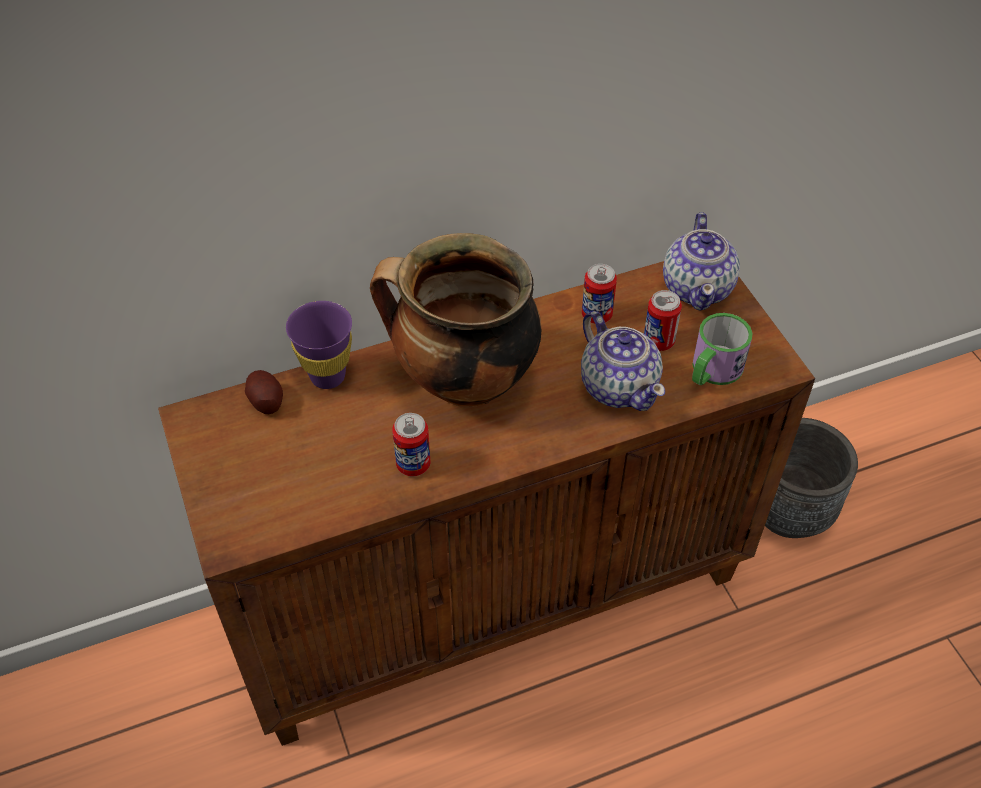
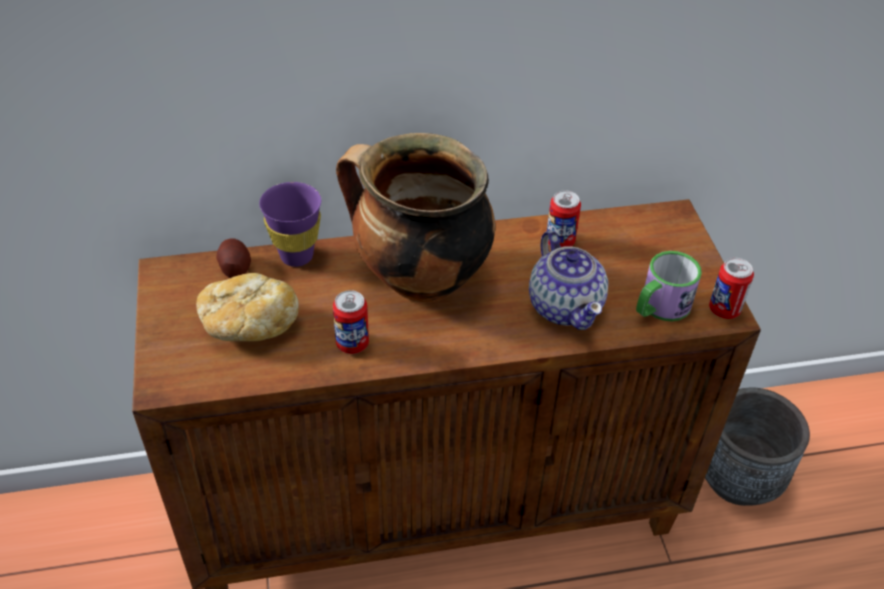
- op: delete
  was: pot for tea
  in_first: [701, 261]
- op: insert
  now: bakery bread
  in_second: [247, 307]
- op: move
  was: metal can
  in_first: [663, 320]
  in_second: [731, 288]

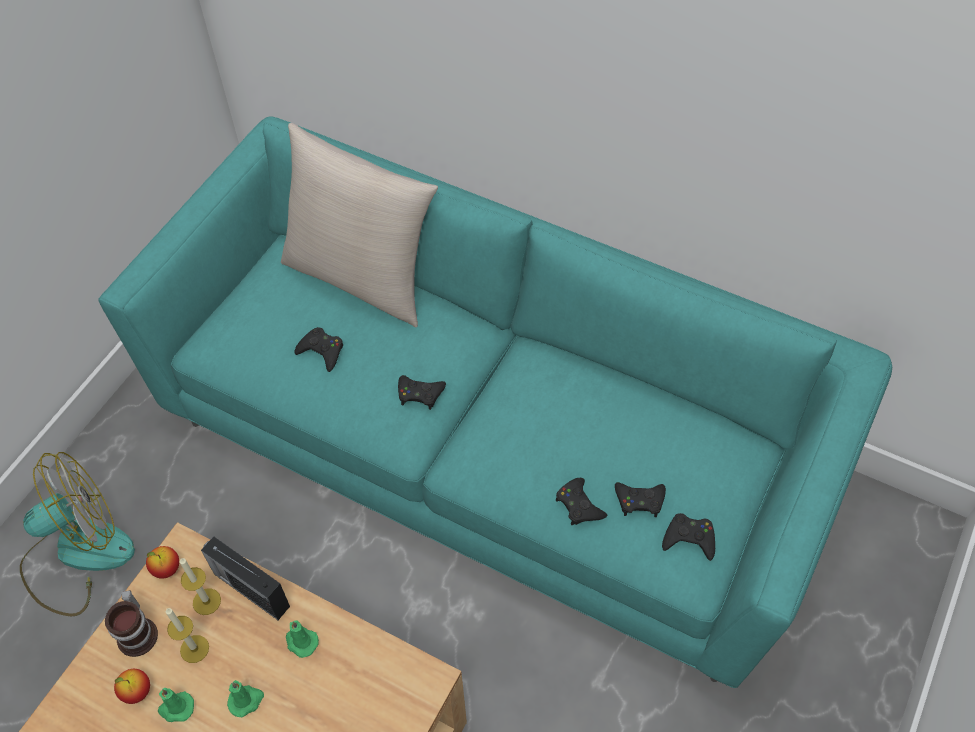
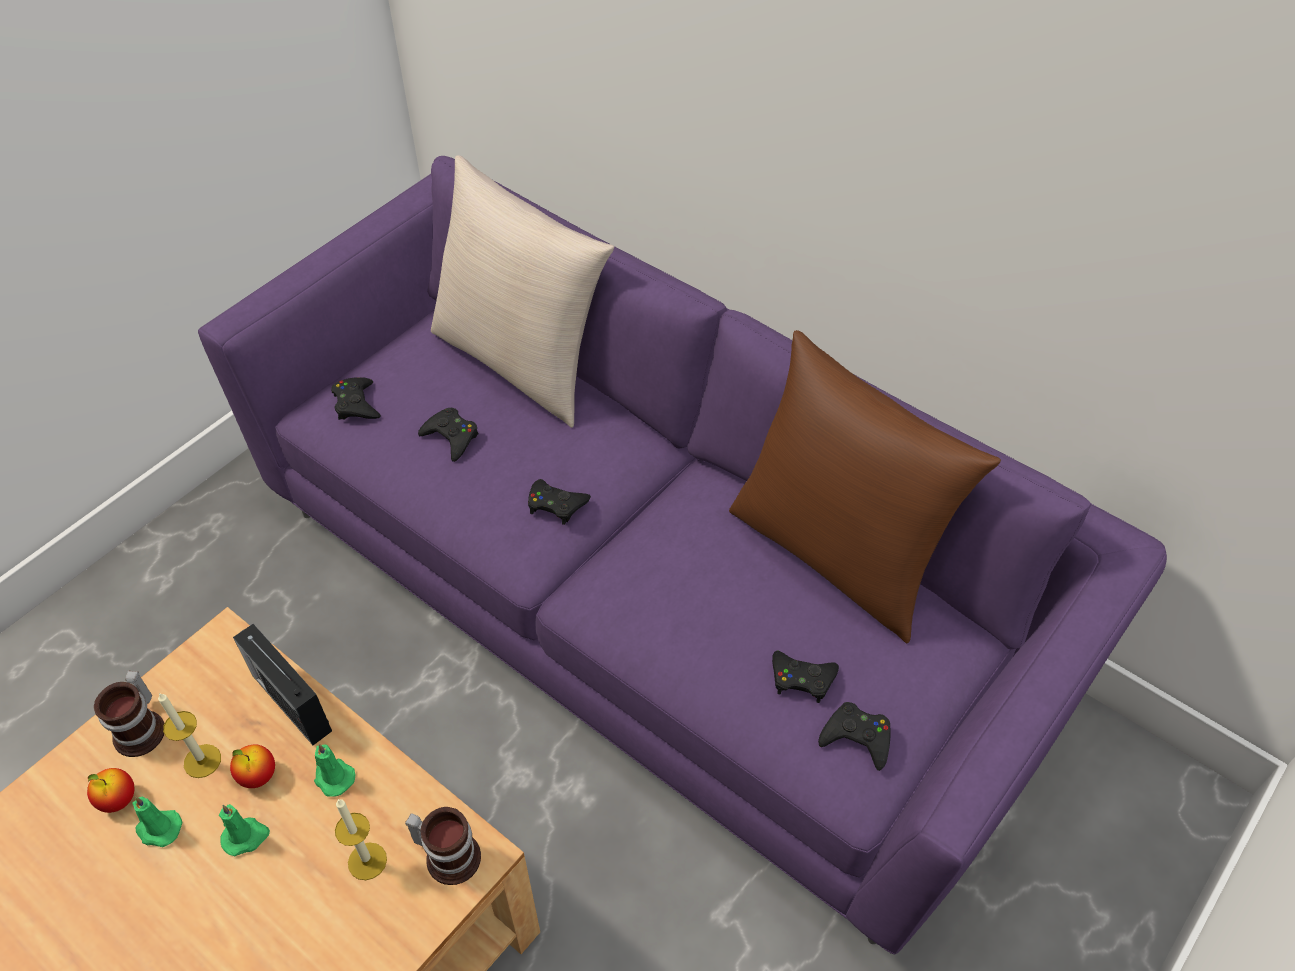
- op: delete
  was: electric fan
  in_first: [77, 534]
- op: insert
  now: tea mug
  in_second: [443, 846]
- op: insert
  now: brown cushion
  in_second: [865, 487]
- op: move
  was: whole apple
  in_first: [162, 562]
  in_second: [252, 766]
- op: move
  was: wax candle
  in_first: [200, 586]
  in_second: [361, 839]
- op: move
  was: blackish gamepad
  in_first: [581, 501]
  in_second: [356, 398]
- op: recolor
  was: turquoise-coloured couch
  now: purple-coloured couch
  in_first: [495, 402]
  in_second: [682, 555]

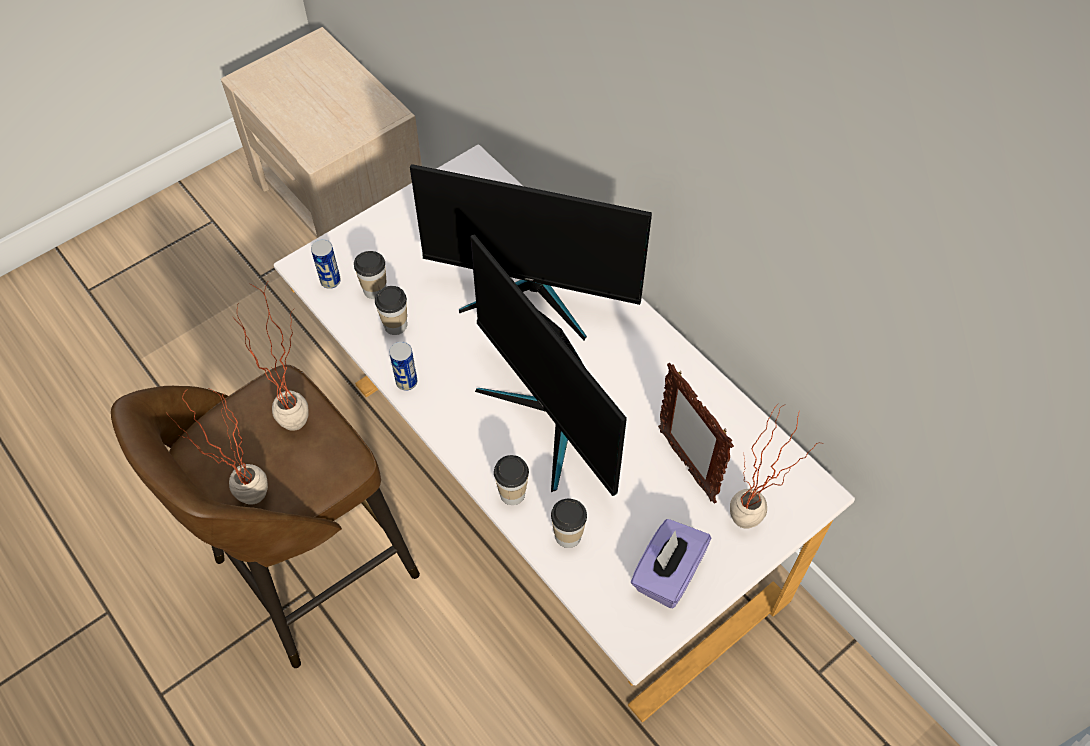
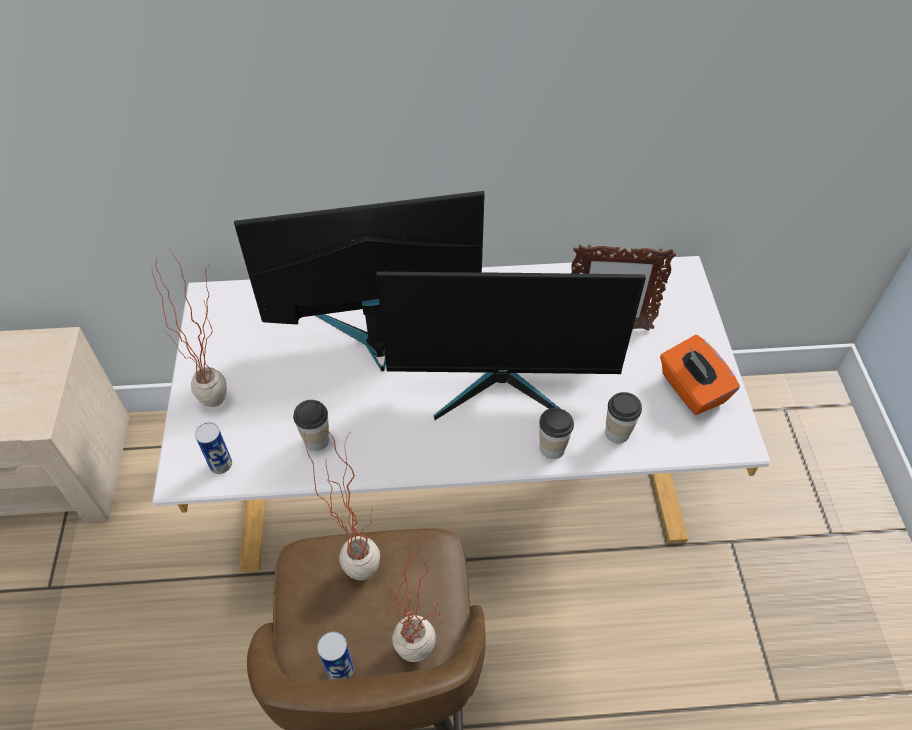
- op: delete
  was: cup
  in_first: [370, 275]
- op: move
  was: metal can
  in_first: [403, 366]
  in_second: [335, 655]
- op: move
  was: plant in a pot
  in_first: [774, 466]
  in_second: [189, 327]
- op: recolor
  was: purple-coloured box of tissues
  now: orange-coloured box of tissues
  in_first: [671, 563]
  in_second: [700, 375]
- op: rotate
  was: monitor
  in_first: [531, 252]
  in_second: [359, 281]
  clockwise: -150

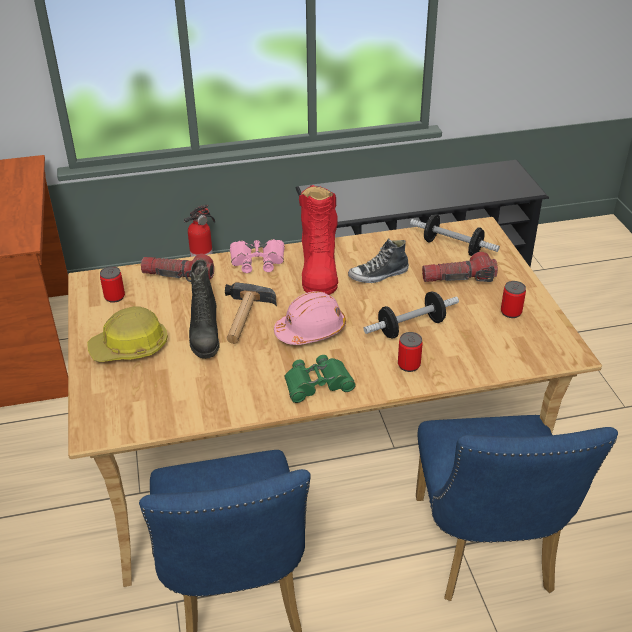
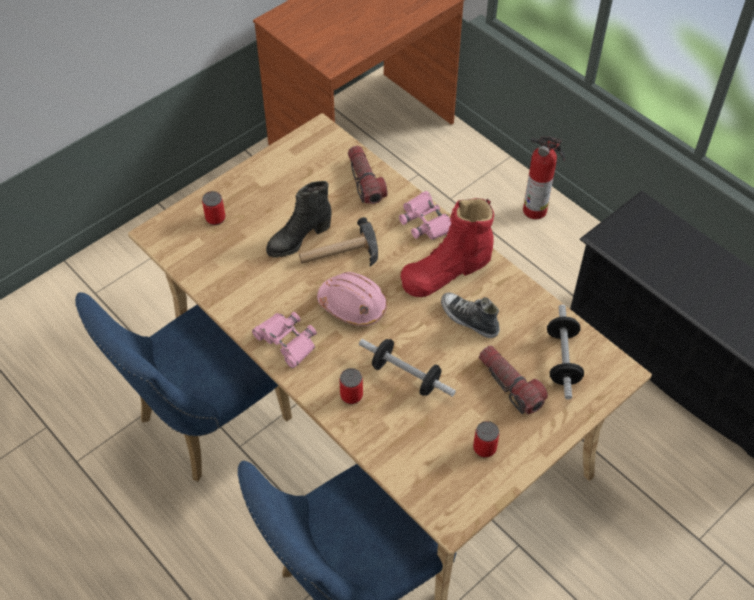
- op: delete
  was: safety helmet
  in_first: [127, 334]
- op: move
  was: metal can
  in_first: [112, 284]
  in_second: [213, 208]
- op: recolor
  was: greenish field glasses
  now: pink-coloured field glasses
  in_first: [320, 379]
  in_second: [284, 340]

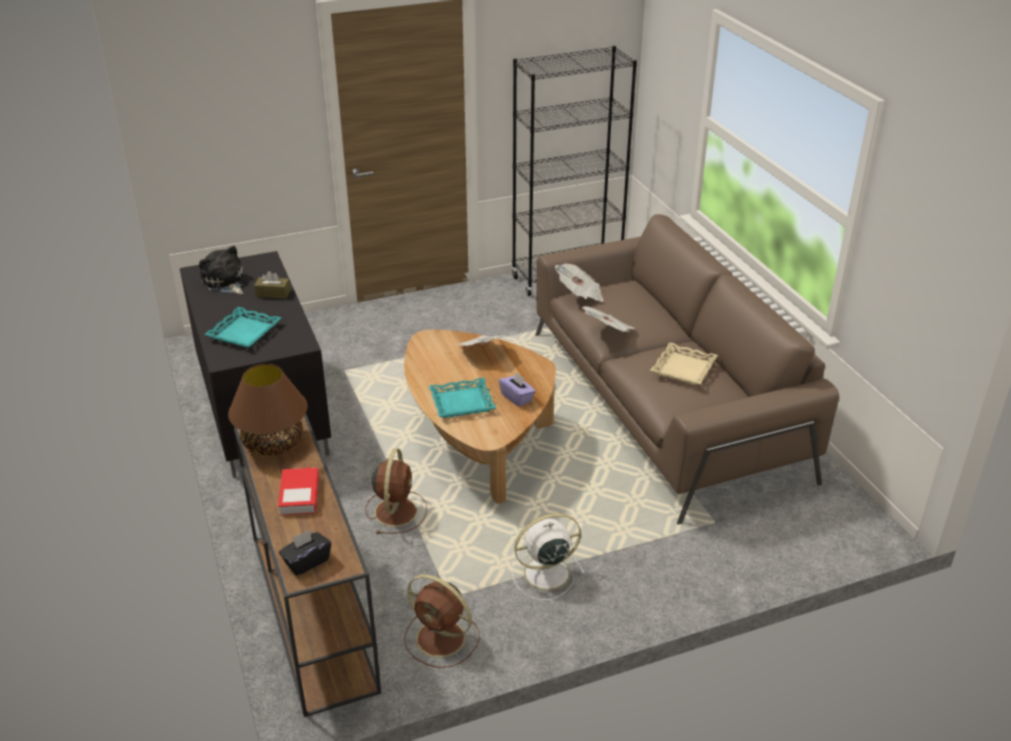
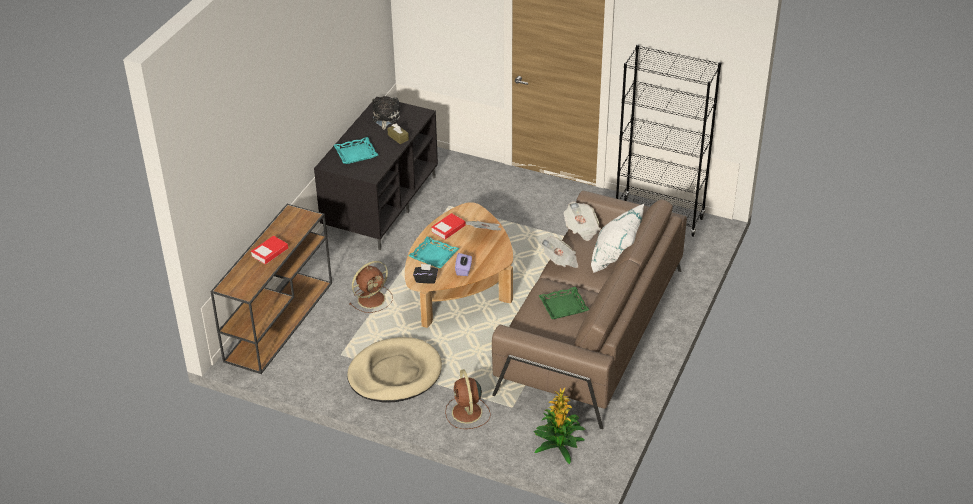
- op: delete
  was: brown tabletop lamp
  in_first: [268, 409]
- op: insert
  now: volume
  in_second: [449, 226]
- op: insert
  now: plant in a pot
  in_second: [560, 425]
- op: insert
  now: whitish cushion
  in_second: [617, 238]
- op: move
  was: blackish box of tissues
  in_first: [305, 553]
  in_second: [425, 274]
- op: move
  was: brown electric fan
  in_first: [442, 621]
  in_second: [468, 399]
- op: replace
  was: whitish electric fan
  now: beige dog cushion
  in_first: [548, 557]
  in_second: [394, 369]
- op: recolor
  was: beige serving tray
  now: greenish serving tray
  in_first: [684, 363]
  in_second: [563, 303]

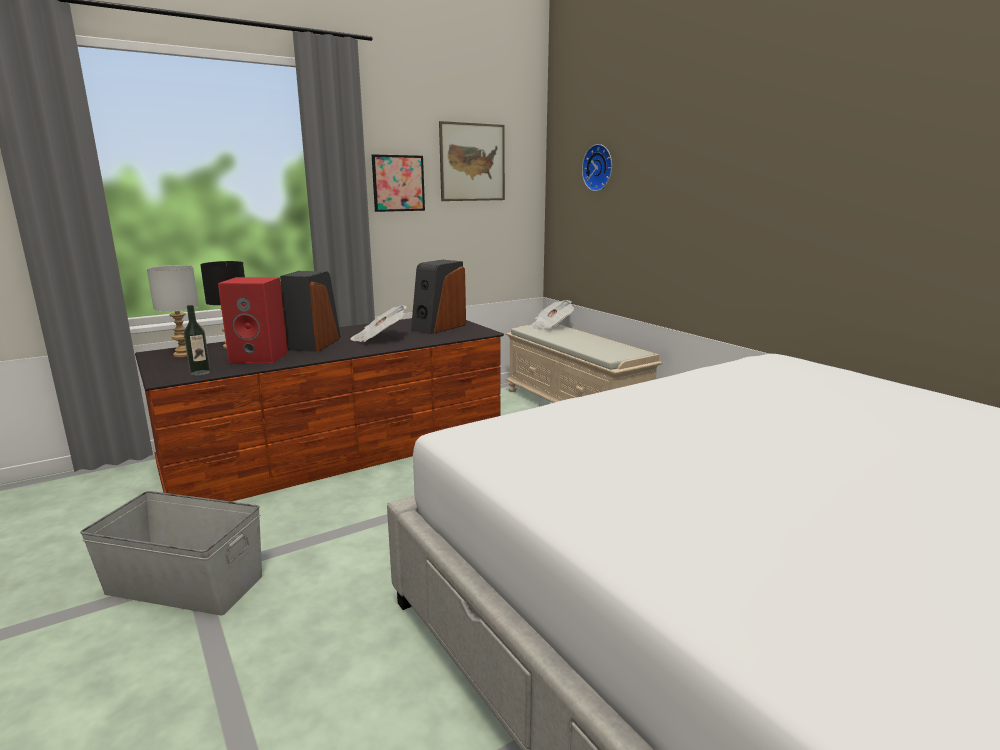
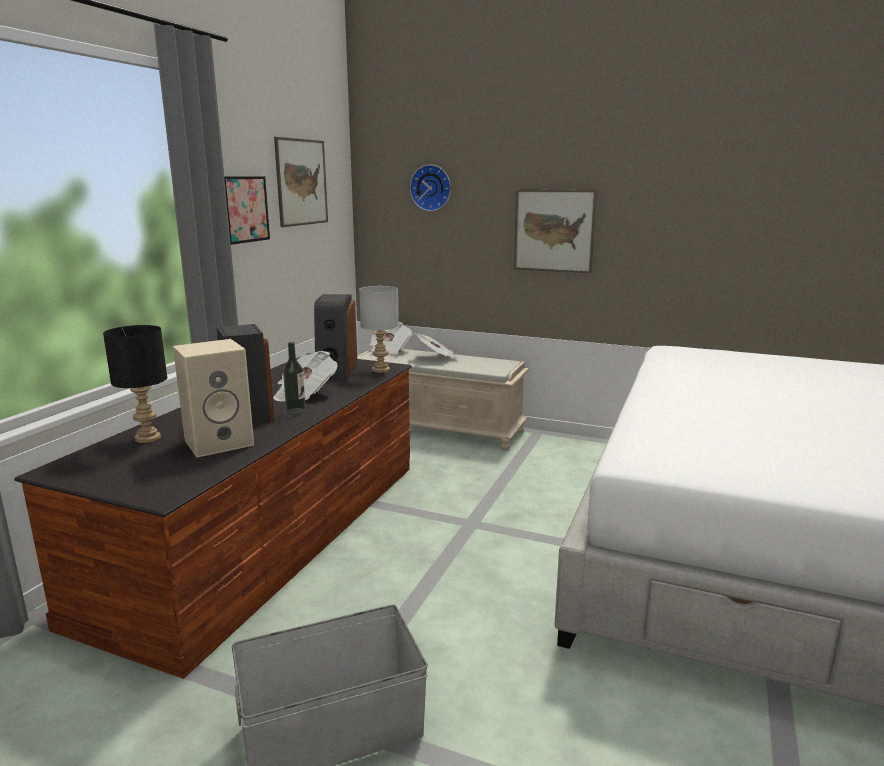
- op: insert
  now: printed paper
  in_second: [437, 346]
- op: insert
  now: wall art
  in_second: [555, 231]
- op: move
  was: greyish tabletop lamp
  in_first: [173, 311]
  in_second: [379, 329]
- op: move
  was: beverage bottle
  in_first: [197, 340]
  in_second: [294, 378]
- op: recolor
  was: reddish audio speaker
  now: beige audio speaker
  in_first: [253, 320]
  in_second: [213, 398]

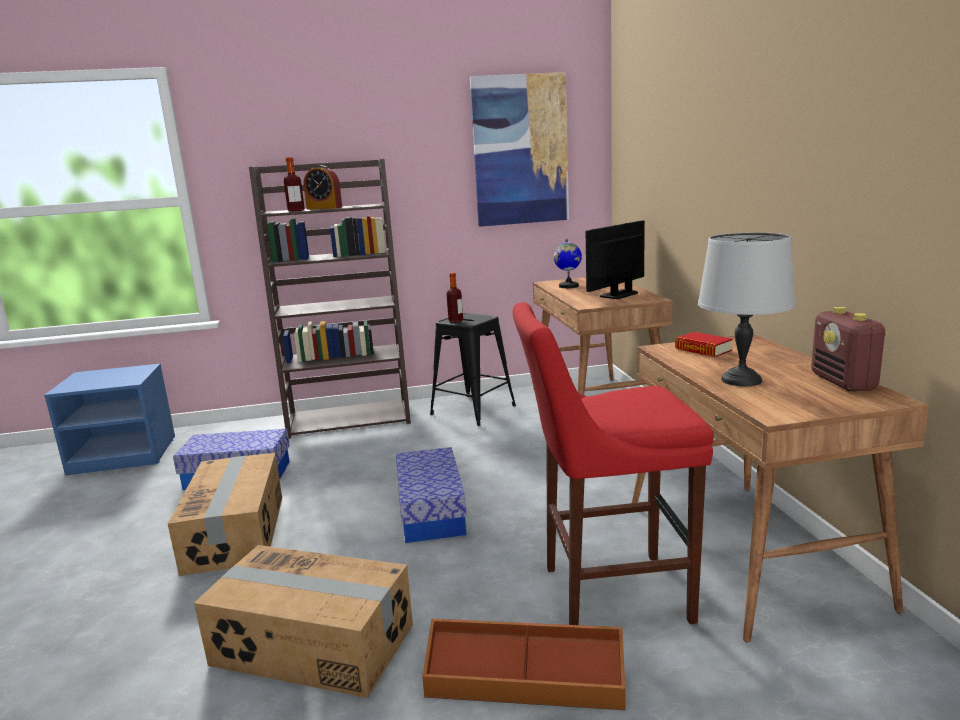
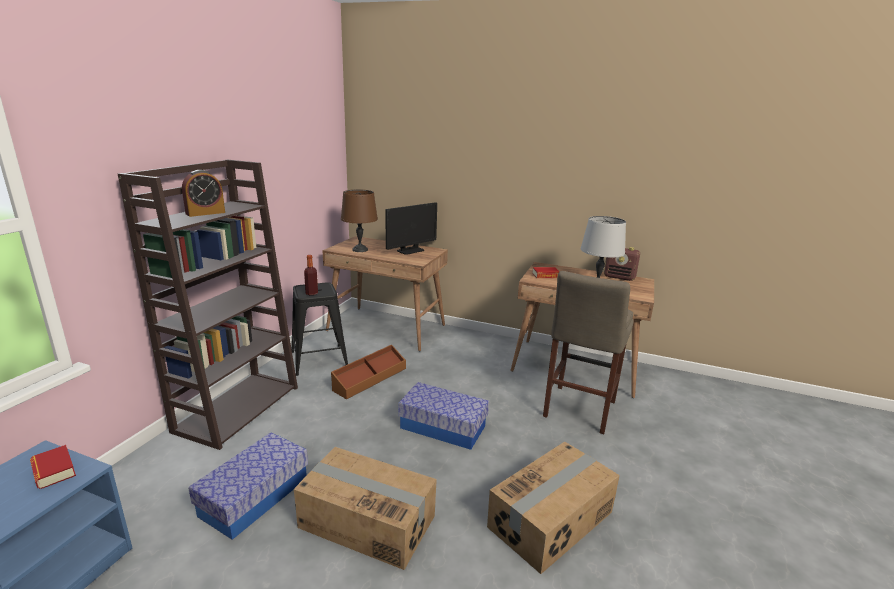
- op: delete
  was: beverage bottle
  in_first: [294, 184]
- op: delete
  was: wall art
  in_first: [519, 149]
- op: insert
  now: volume
  in_second: [53, 467]
- op: move
  was: brown storage container
  in_first: [523, 664]
  in_second: [368, 372]
- op: replace
  was: desk globe
  now: brown tabletop lamp
  in_first: [568, 263]
  in_second: [359, 221]
- op: recolor
  was: reddish stool seat
  now: beige stool seat
  in_first: [613, 463]
  in_second: [588, 352]
- op: rotate
  was: monitor
  in_first: [615, 259]
  in_second: [411, 228]
  clockwise: -120

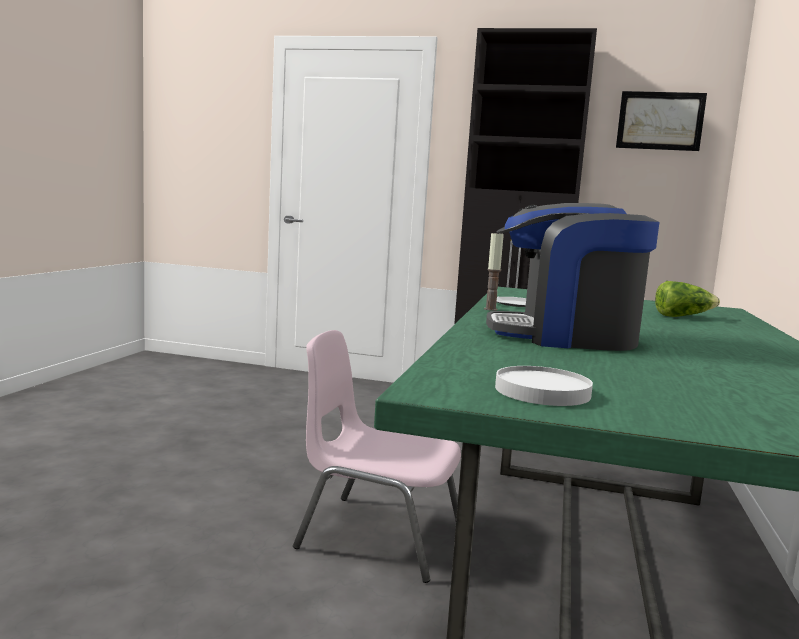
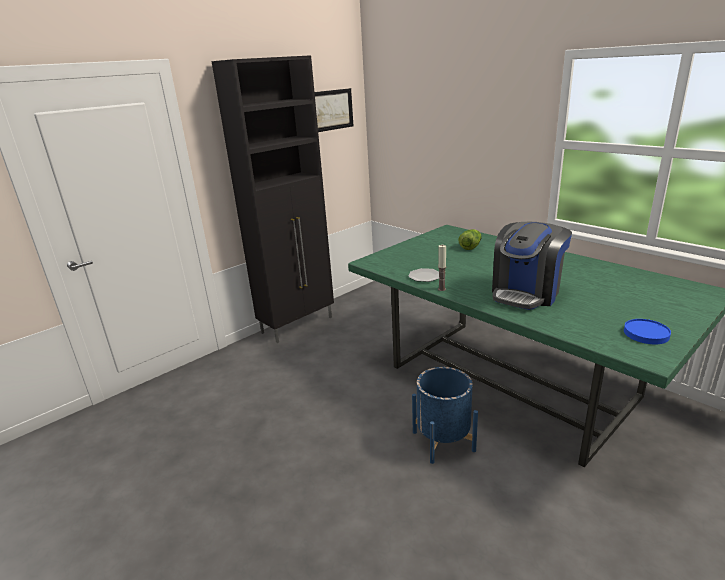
- op: replace
  was: pink-coloured plain chair
  now: blue-coloured flower pot
  in_first: [377, 456]
  in_second: [445, 415]
- op: recolor
  was: whitish flat dish
  now: blue-coloured flat dish
  in_first: [544, 386]
  in_second: [647, 331]

